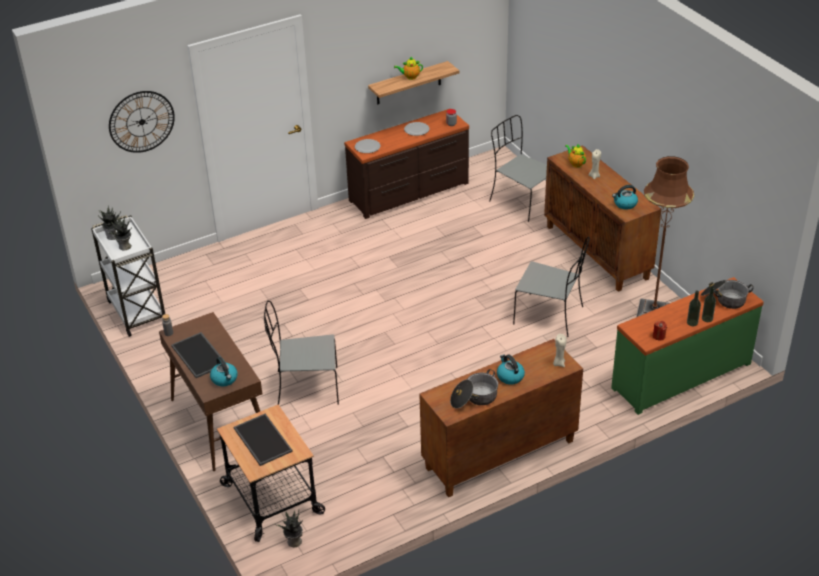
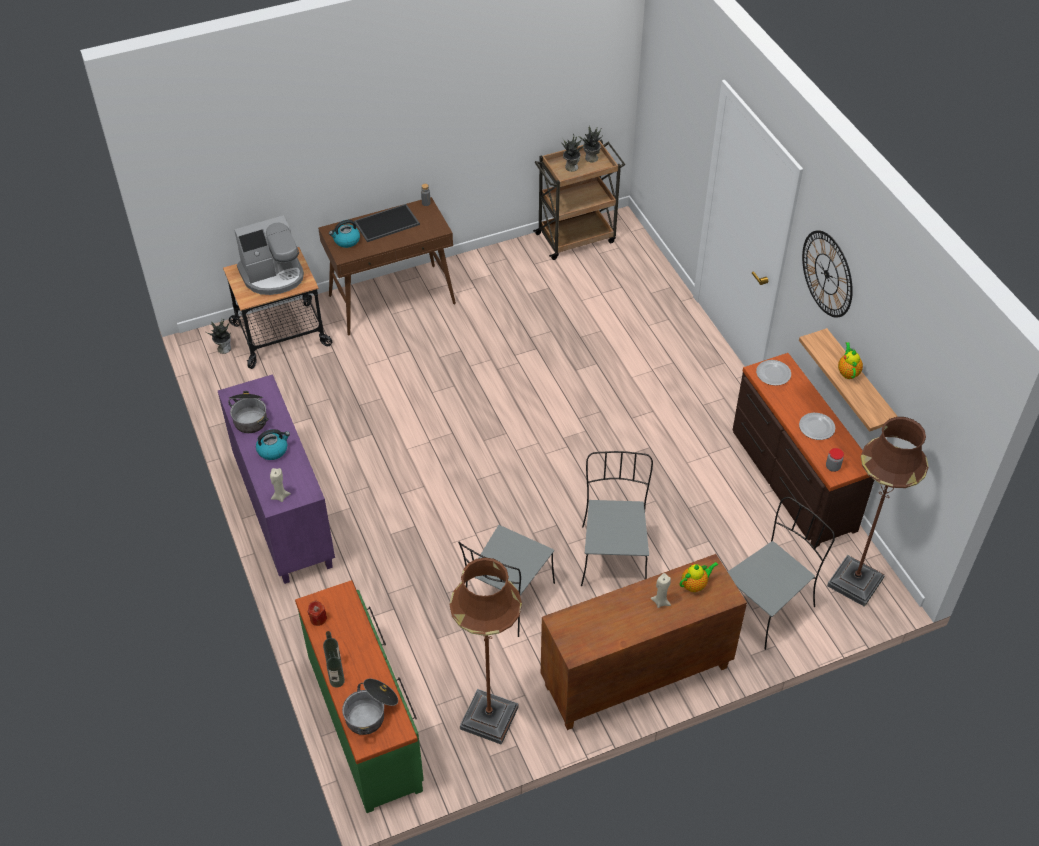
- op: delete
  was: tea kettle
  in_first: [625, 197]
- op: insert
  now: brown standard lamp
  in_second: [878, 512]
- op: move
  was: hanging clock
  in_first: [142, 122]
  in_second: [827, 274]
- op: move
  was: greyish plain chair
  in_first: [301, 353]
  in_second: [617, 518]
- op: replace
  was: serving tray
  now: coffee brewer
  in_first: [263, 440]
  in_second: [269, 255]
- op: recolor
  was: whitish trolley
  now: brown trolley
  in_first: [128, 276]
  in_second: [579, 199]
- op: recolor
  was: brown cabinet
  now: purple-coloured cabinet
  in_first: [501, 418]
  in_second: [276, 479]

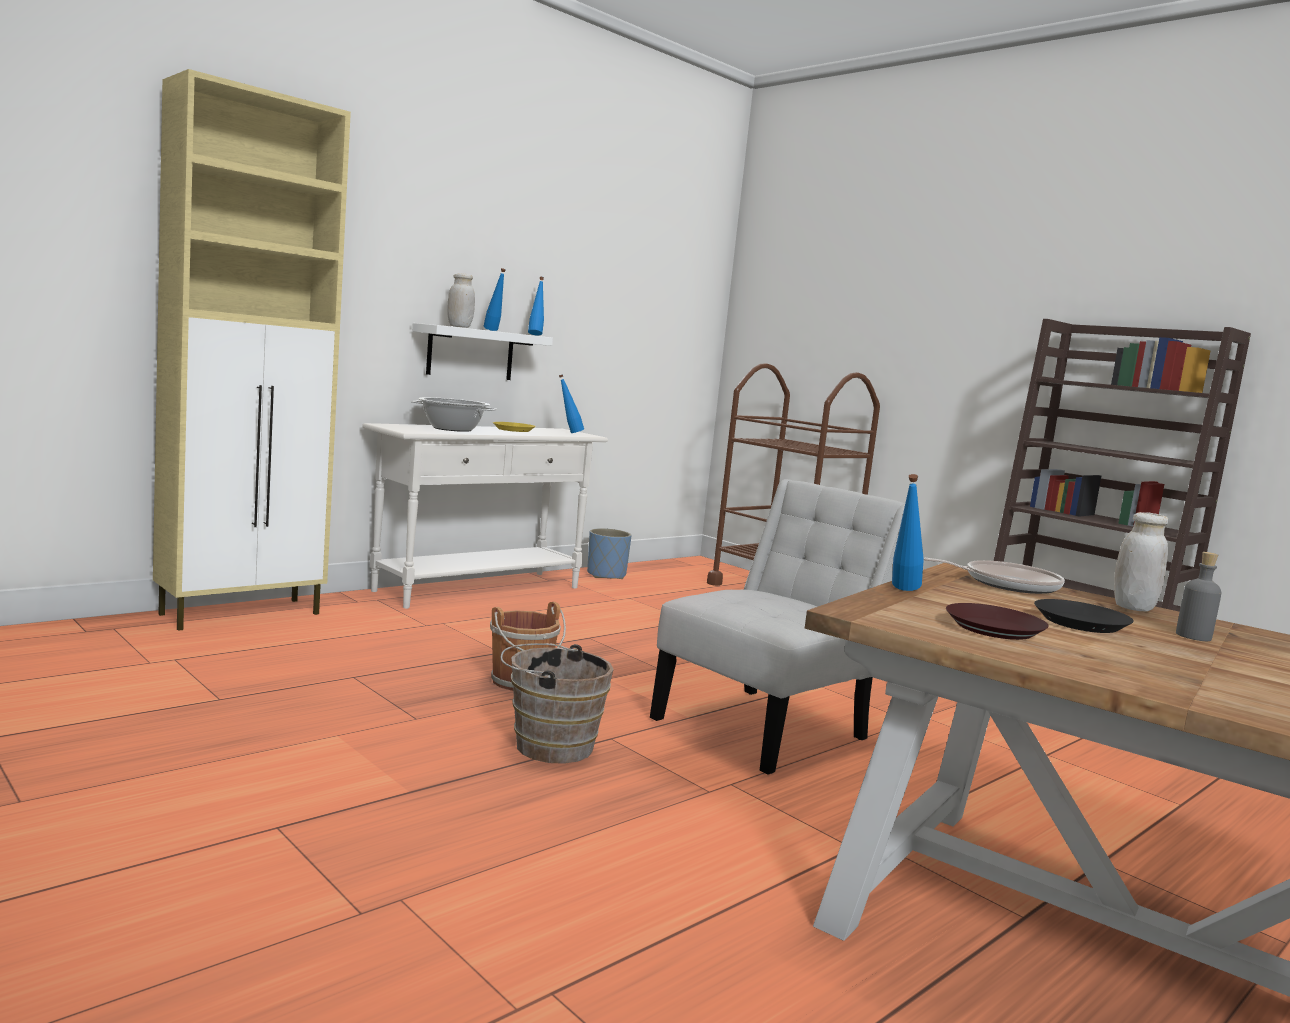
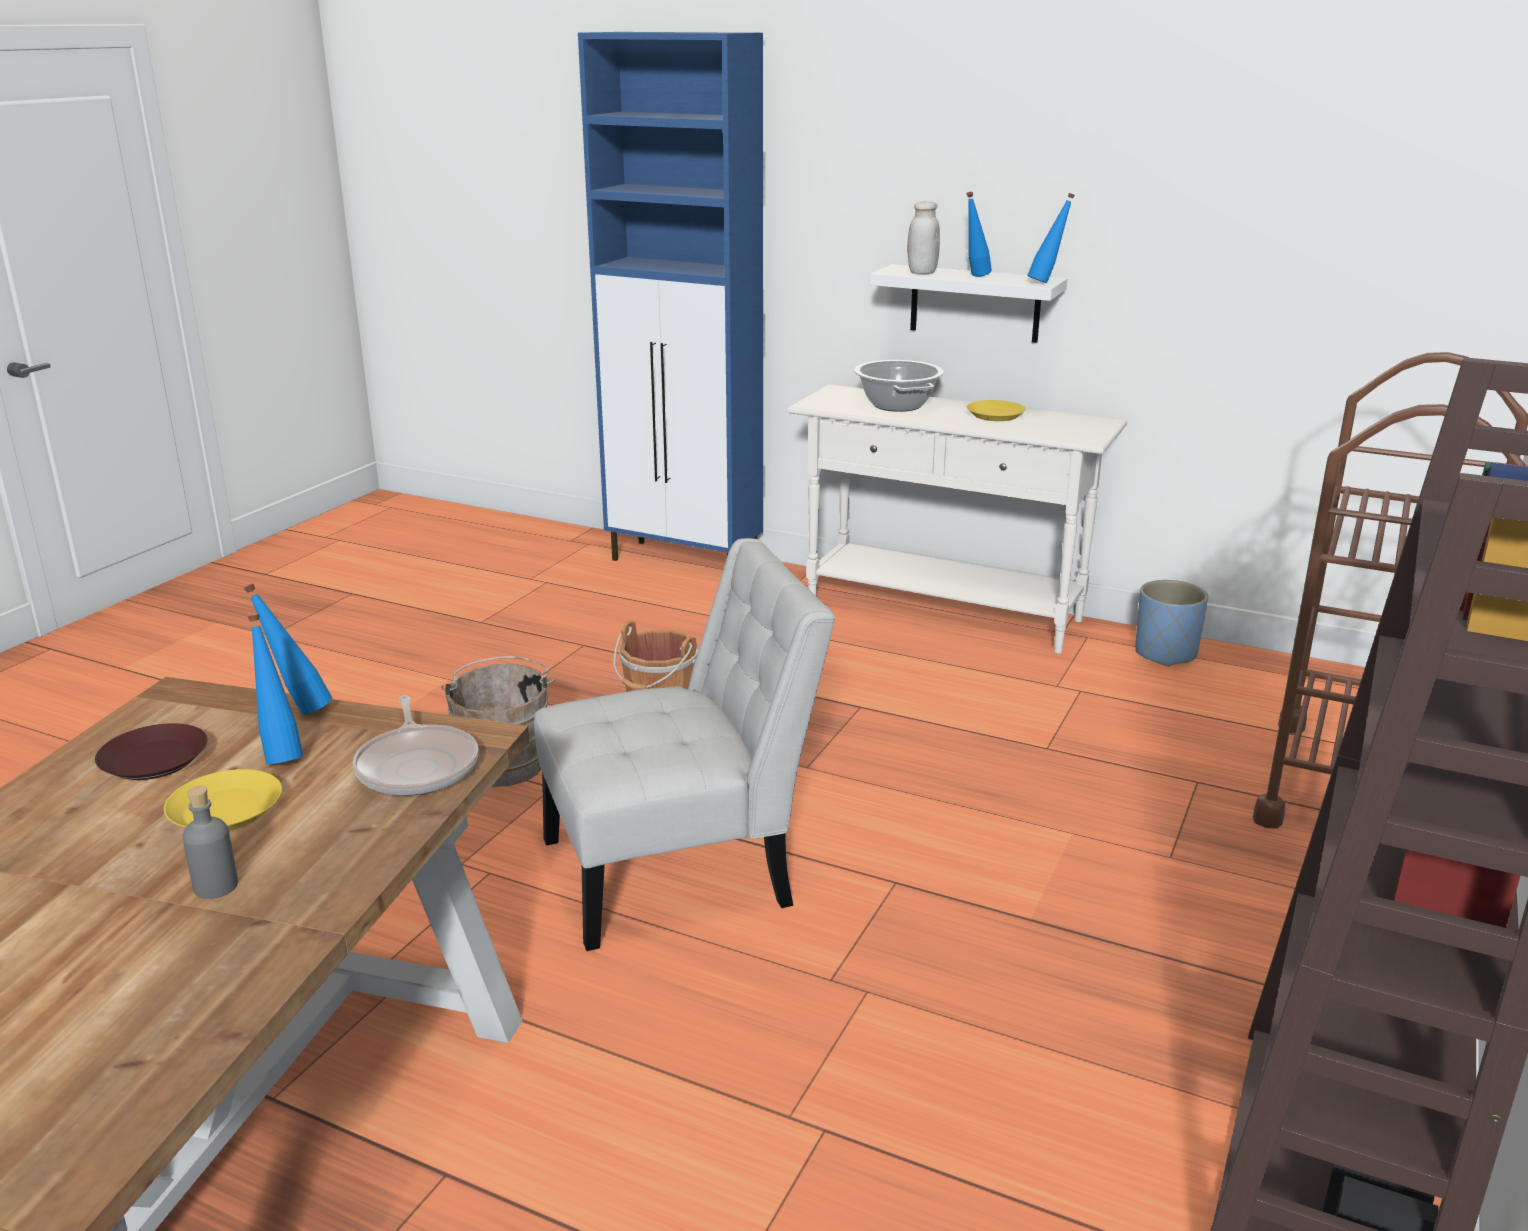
- op: delete
  was: whitish jar
  in_first: [1141, 562]
- op: move
  was: blue-coloured beverage bottle
  in_first: [571, 403]
  in_second: [275, 689]
- op: recolor
  was: beige cabinet
  now: blue-coloured cabinet
  in_first: [252, 350]
  in_second: [670, 296]
- op: recolor
  was: blackish flat dish
  now: yellow-coloured flat dish
  in_first: [1084, 616]
  in_second: [223, 799]
- op: rotate
  was: whitish plain chair
  in_first: [777, 627]
  in_second: [685, 744]
  clockwise: -45

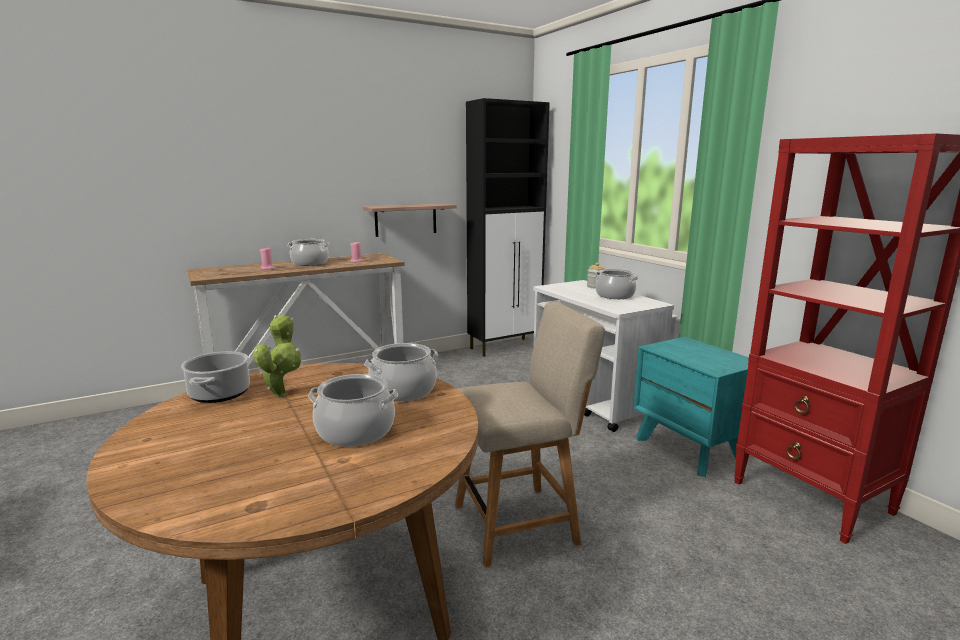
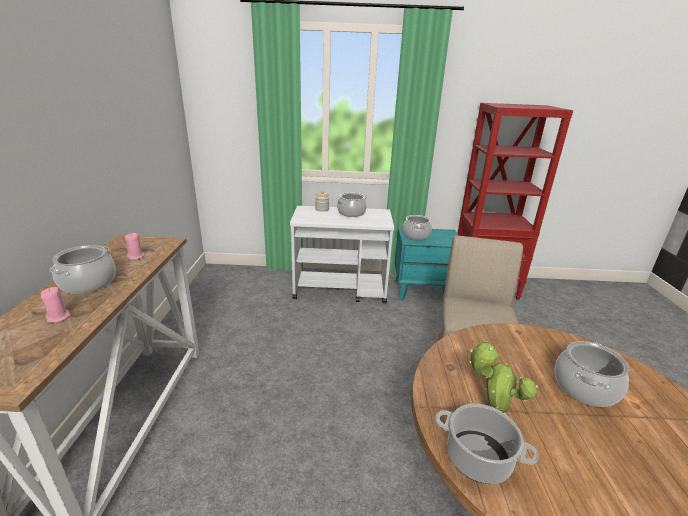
- op: delete
  was: wall shelf
  in_first: [410, 220]
- op: delete
  was: blackish cabinet
  in_first: [508, 227]
- op: move
  was: saucepot
  in_first: [401, 372]
  in_second: [417, 227]

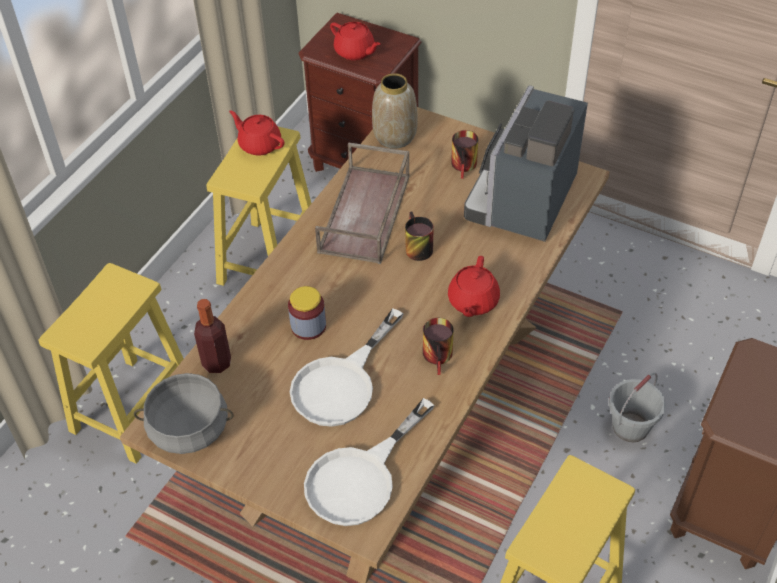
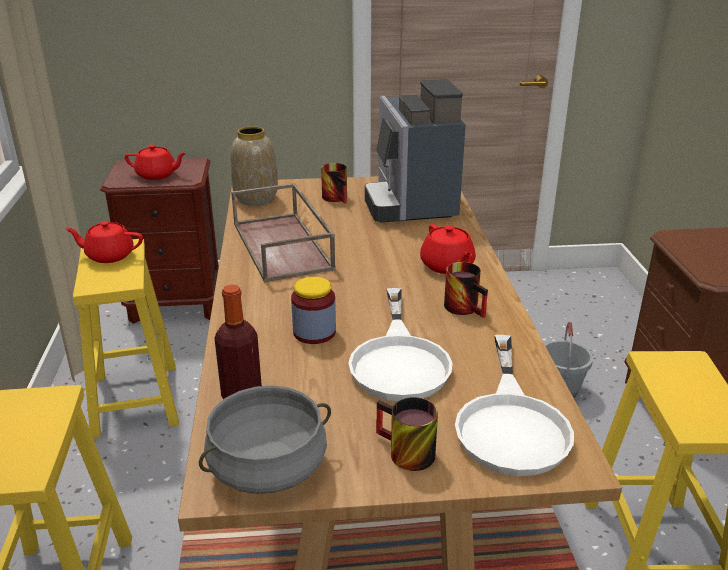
- op: move
  was: tea mug
  in_first: [419, 236]
  in_second: [407, 434]

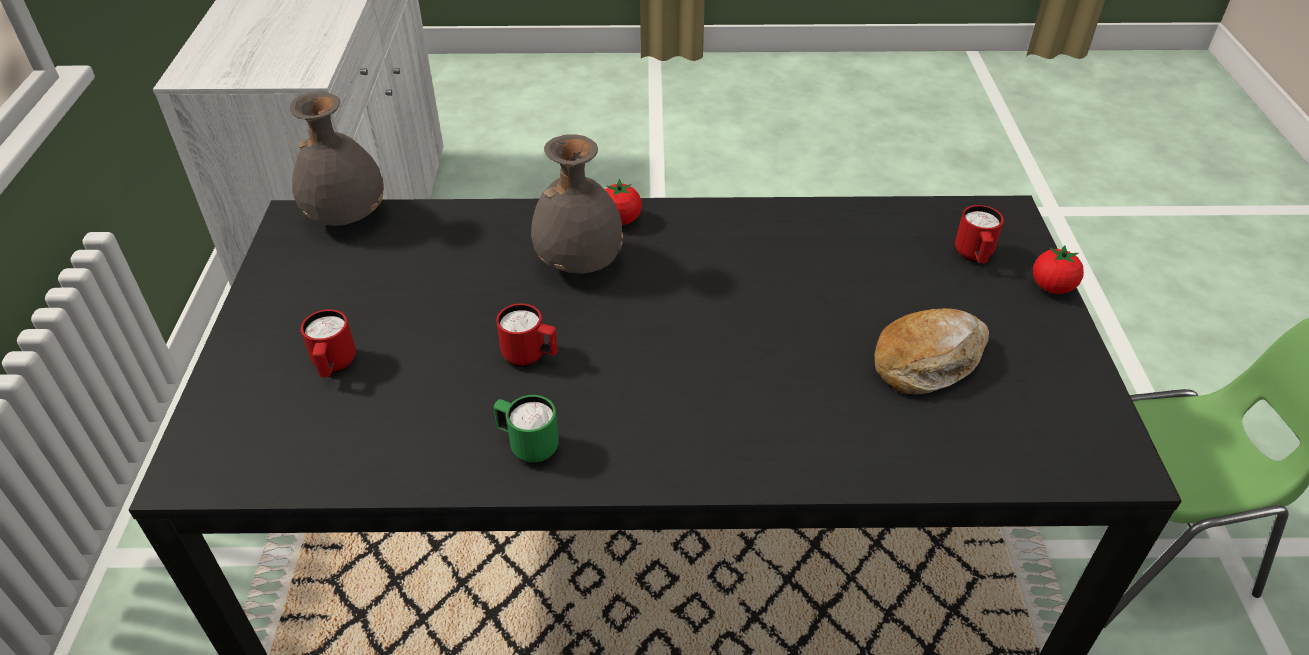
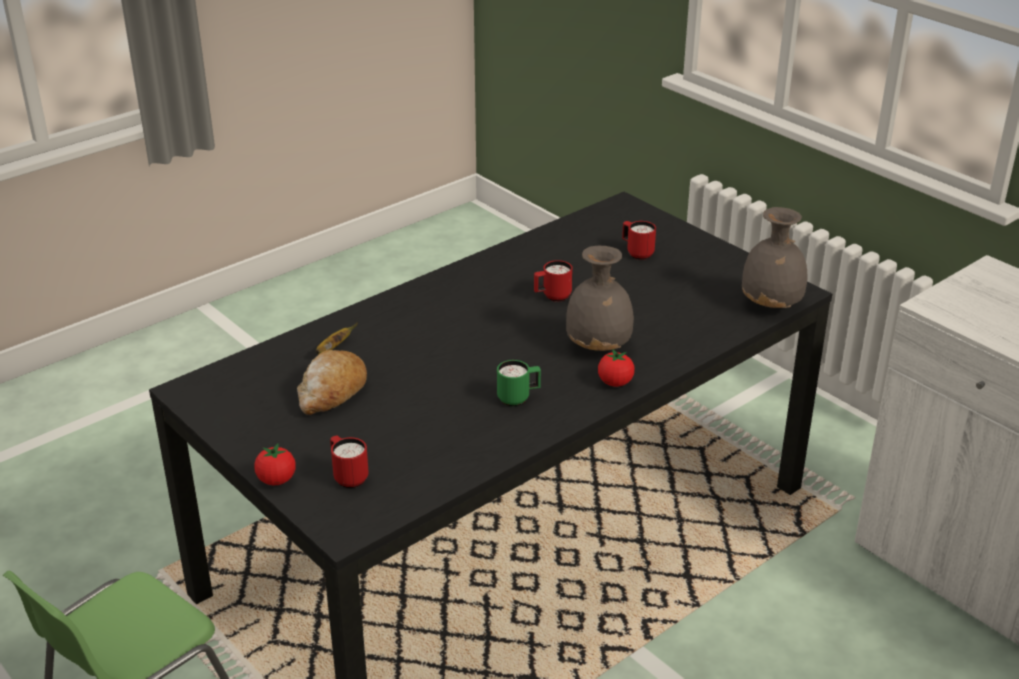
- op: insert
  now: banana fruit
  in_second: [337, 338]
- op: move
  was: greenish tea mug
  in_first: [526, 429]
  in_second: [519, 383]

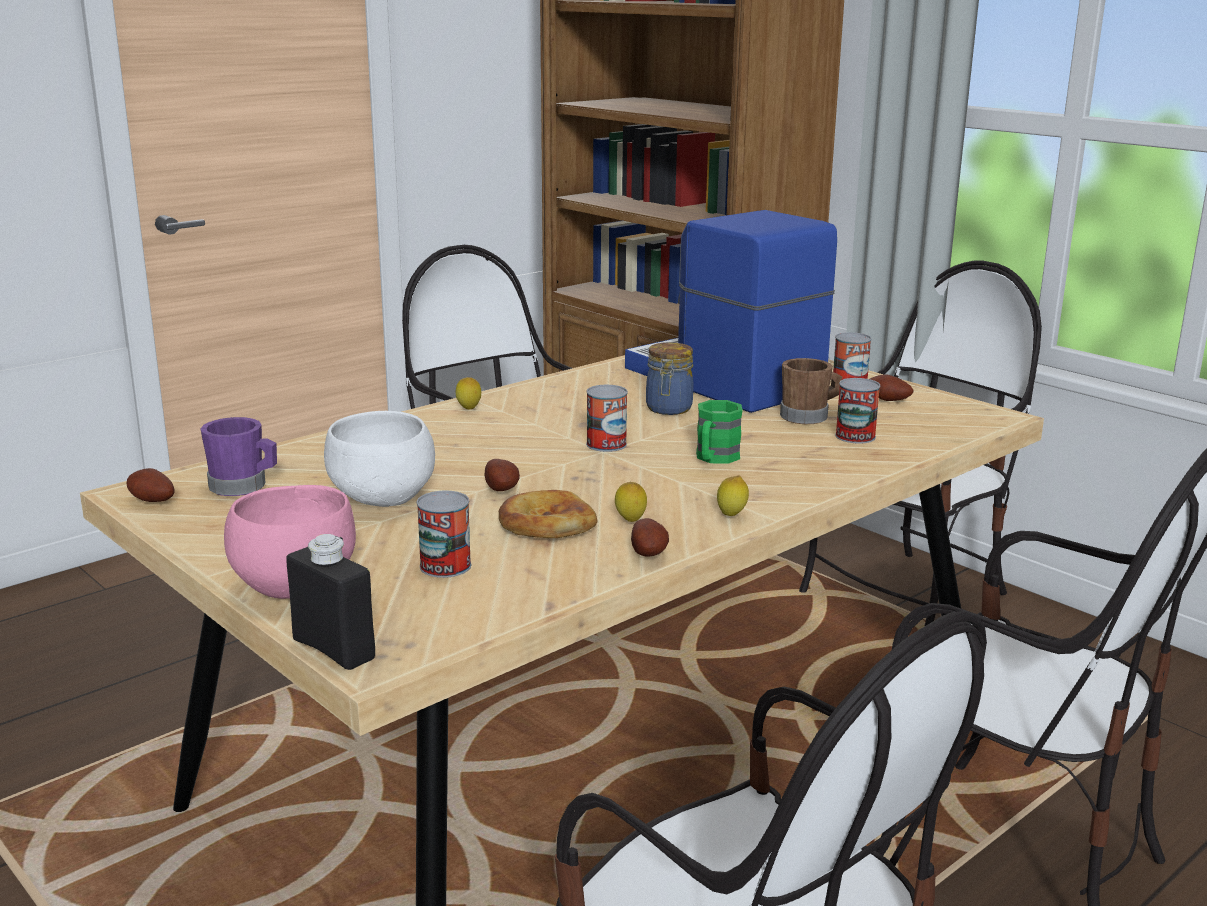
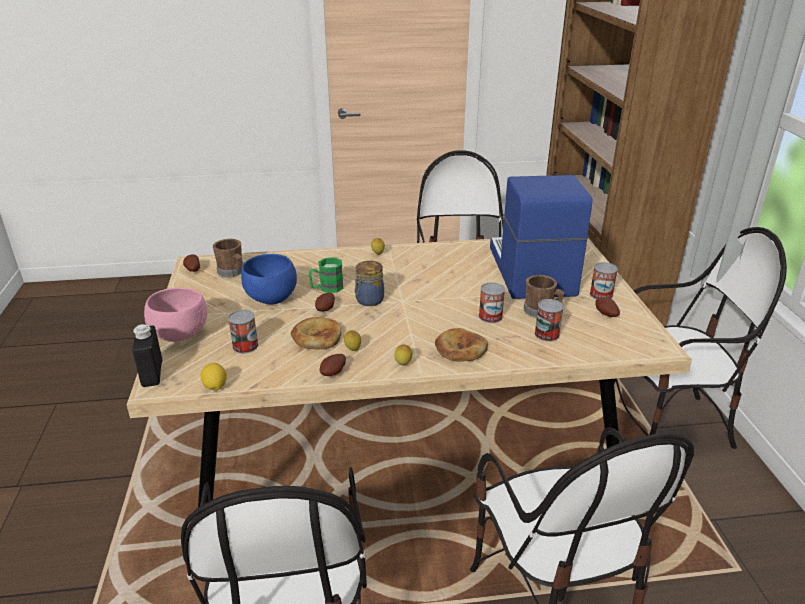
- op: insert
  now: whole lemon
  in_second: [214, 376]
- op: insert
  now: bakery bread
  in_second: [461, 345]
- op: move
  was: metal can
  in_first: [607, 418]
  in_second: [492, 302]
- op: move
  was: jar
  in_first: [669, 378]
  in_second: [369, 283]
- op: move
  was: greenish tea mug
  in_first: [719, 432]
  in_second: [326, 275]
- op: recolor
  was: purple-coloured tea mug
  now: brown tea mug
  in_first: [239, 456]
  in_second: [228, 258]
- op: recolor
  was: whitish deep dish
  now: blue-coloured deep dish
  in_first: [379, 459]
  in_second: [269, 279]

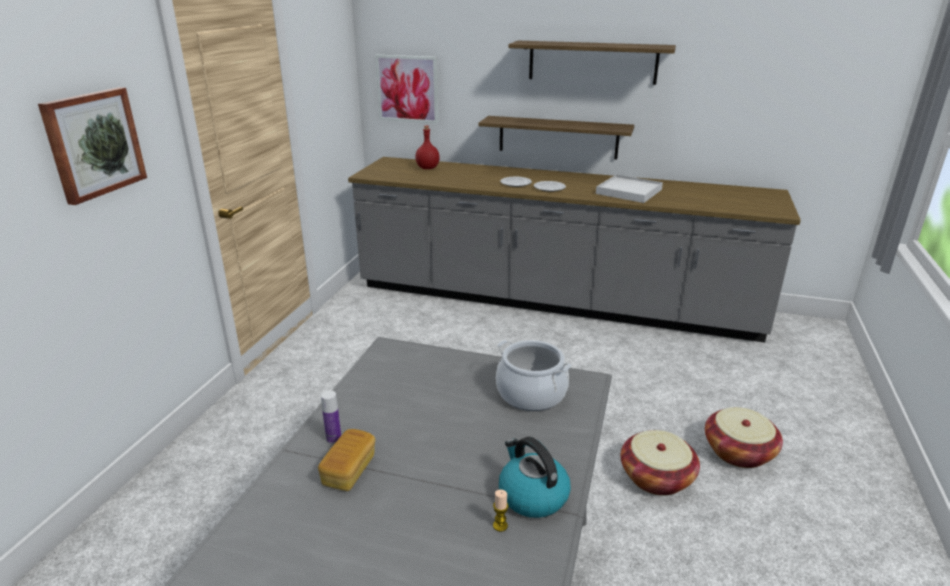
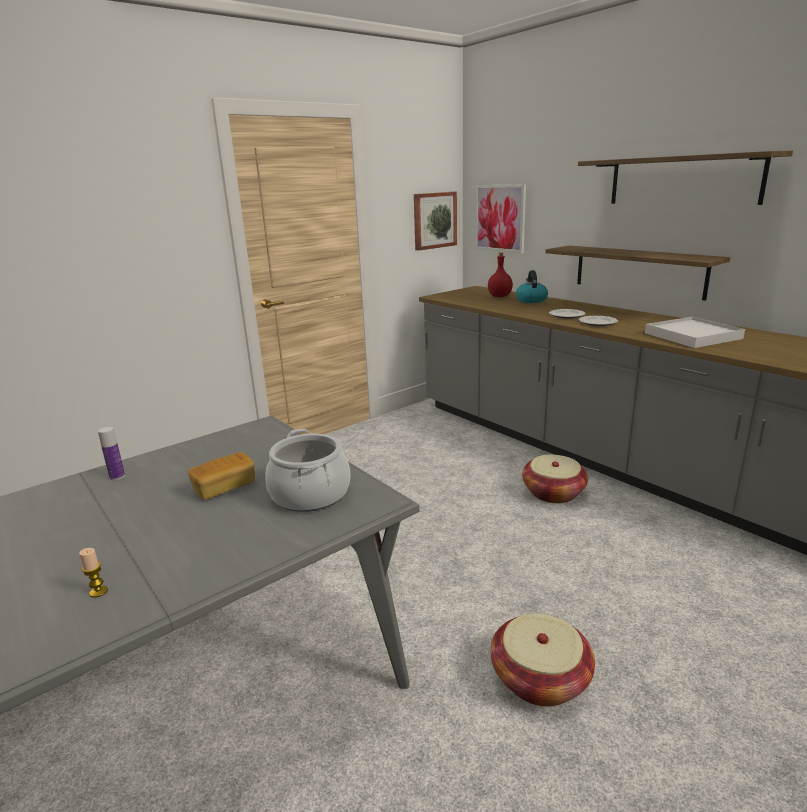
- op: move
  was: wall art
  in_first: [92, 146]
  in_second: [435, 221]
- op: move
  was: bakery bread
  in_first: [346, 460]
  in_second: [221, 476]
- op: move
  was: tea kettle
  in_first: [535, 477]
  in_second: [532, 286]
- op: move
  was: household basket
  in_first: [744, 437]
  in_second: [555, 479]

